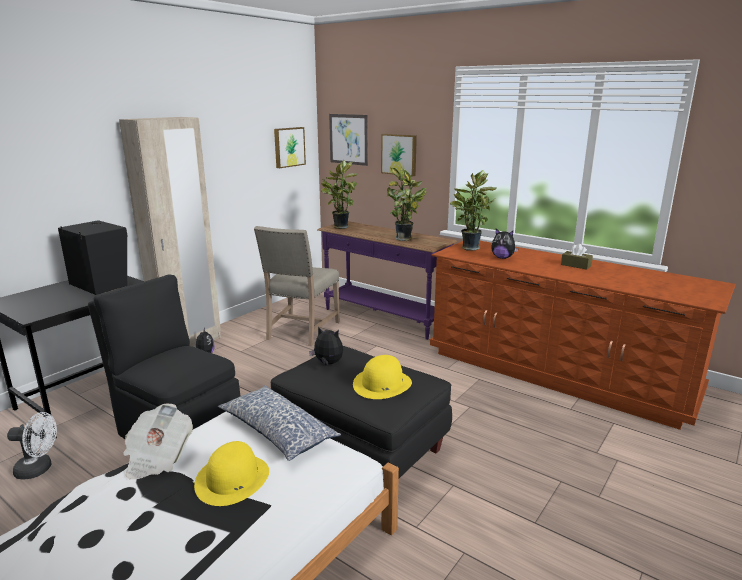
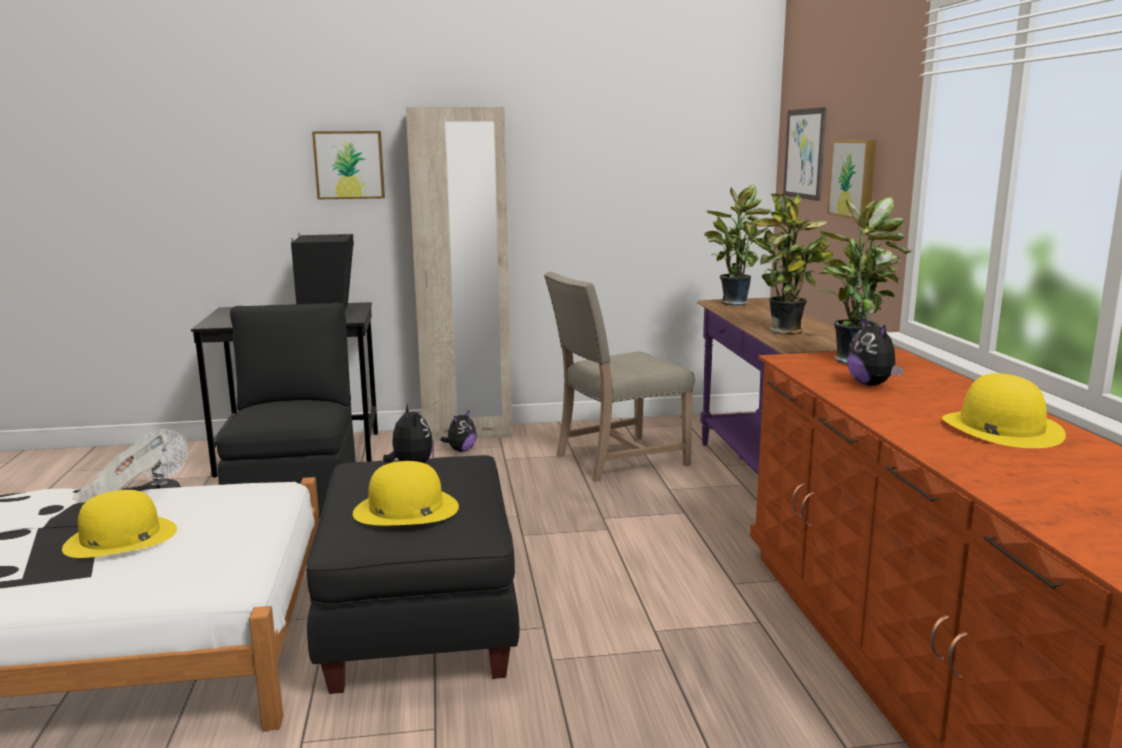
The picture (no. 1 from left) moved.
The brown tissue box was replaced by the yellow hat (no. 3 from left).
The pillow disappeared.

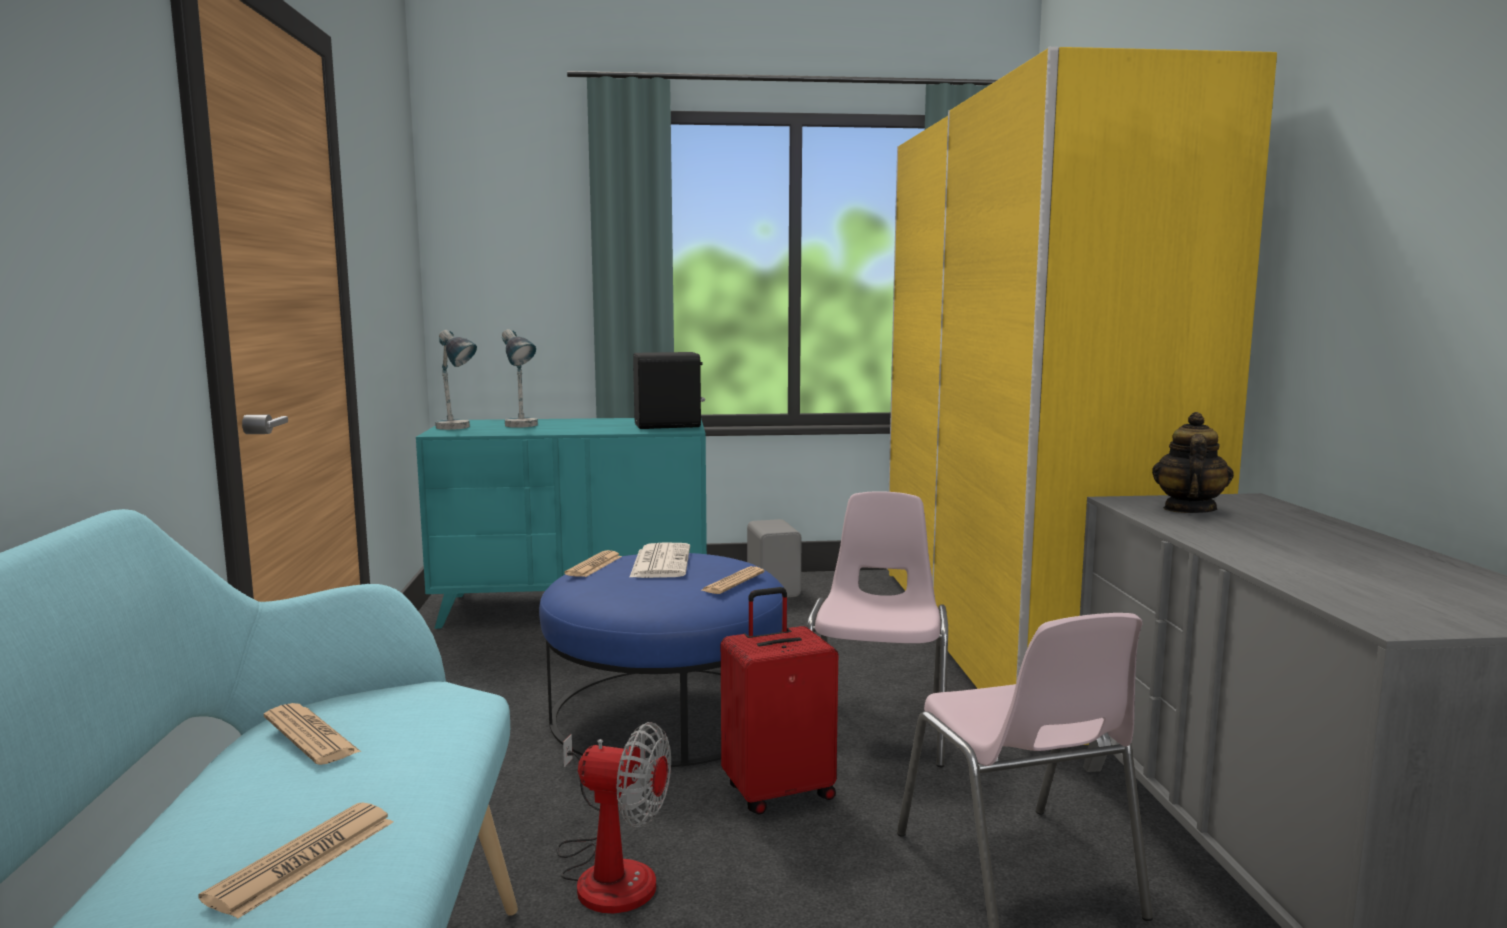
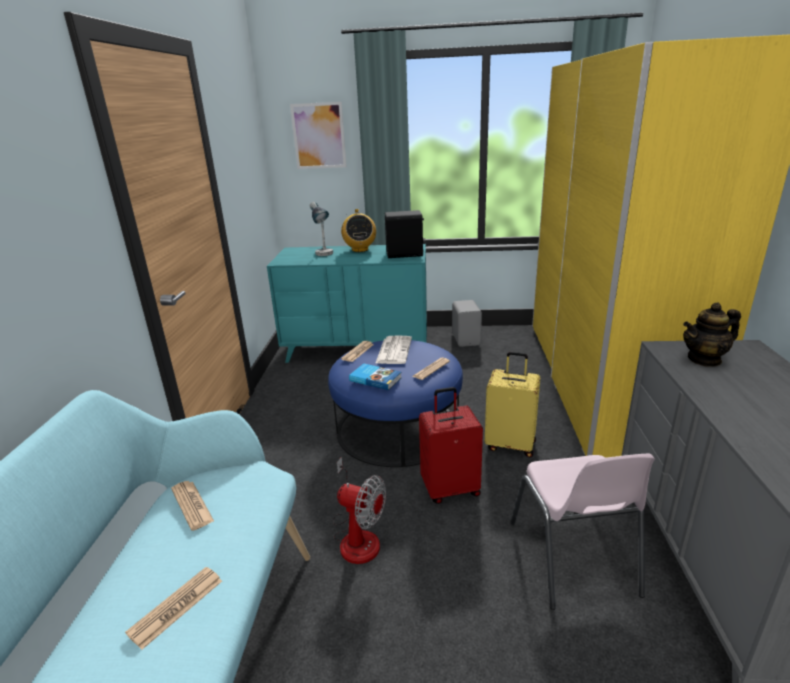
The picture appeared.
The radio appeared.
The book appeared.
The pink chair (no. 1 from left) was replaced by the yellow suitcase.
The teapot turned 135 degrees counterclockwise.
The table lamp (no. 1 from left) disappeared.

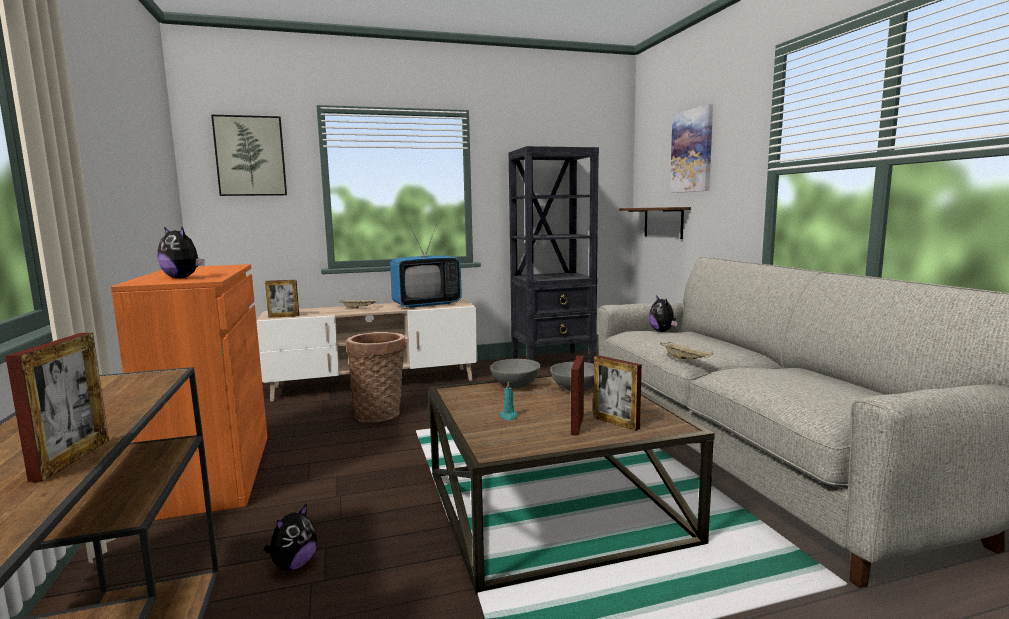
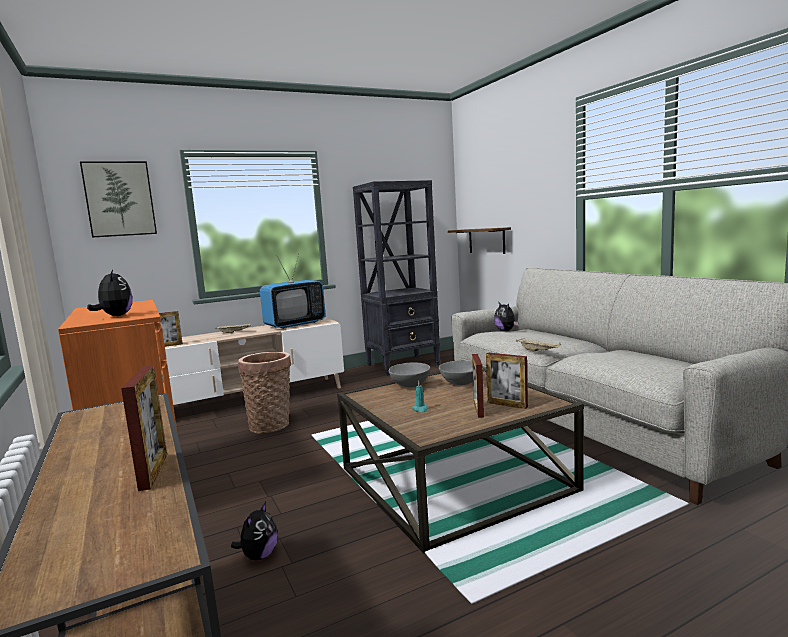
The plush toy (no. 1 from left) turned 135 degrees counterclockwise.
The picture (no. 2 from left) disappeared.

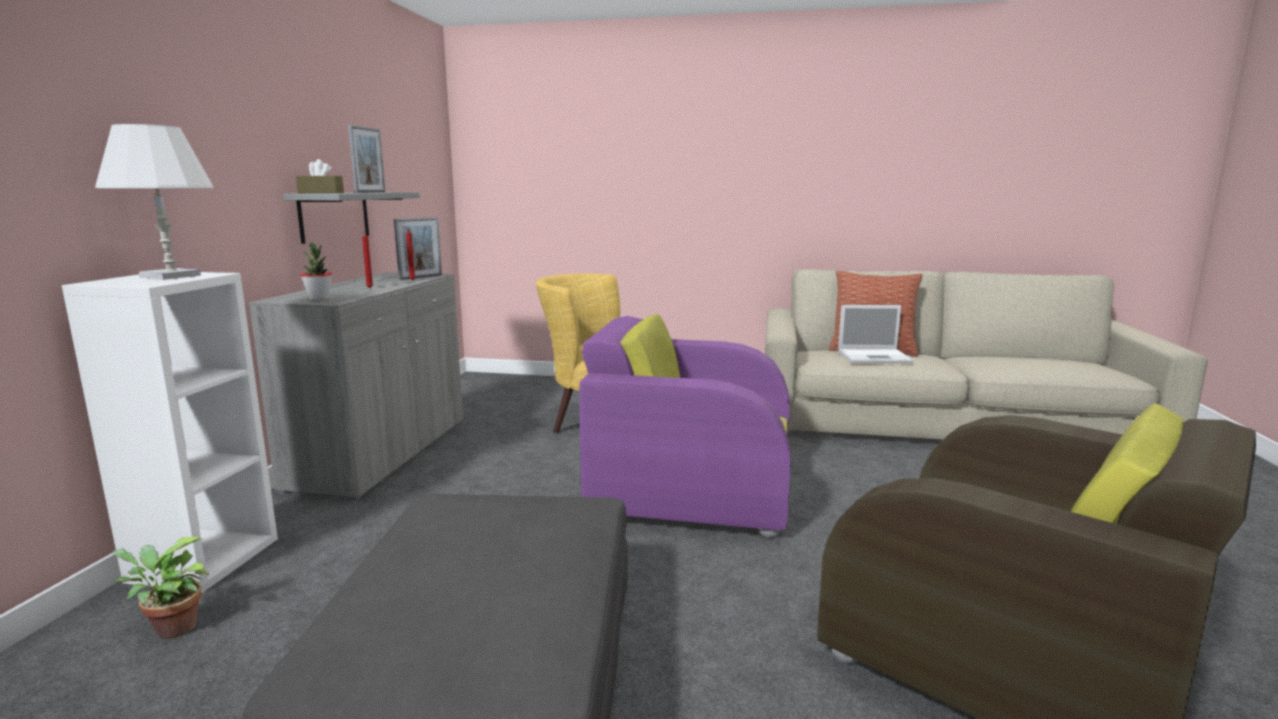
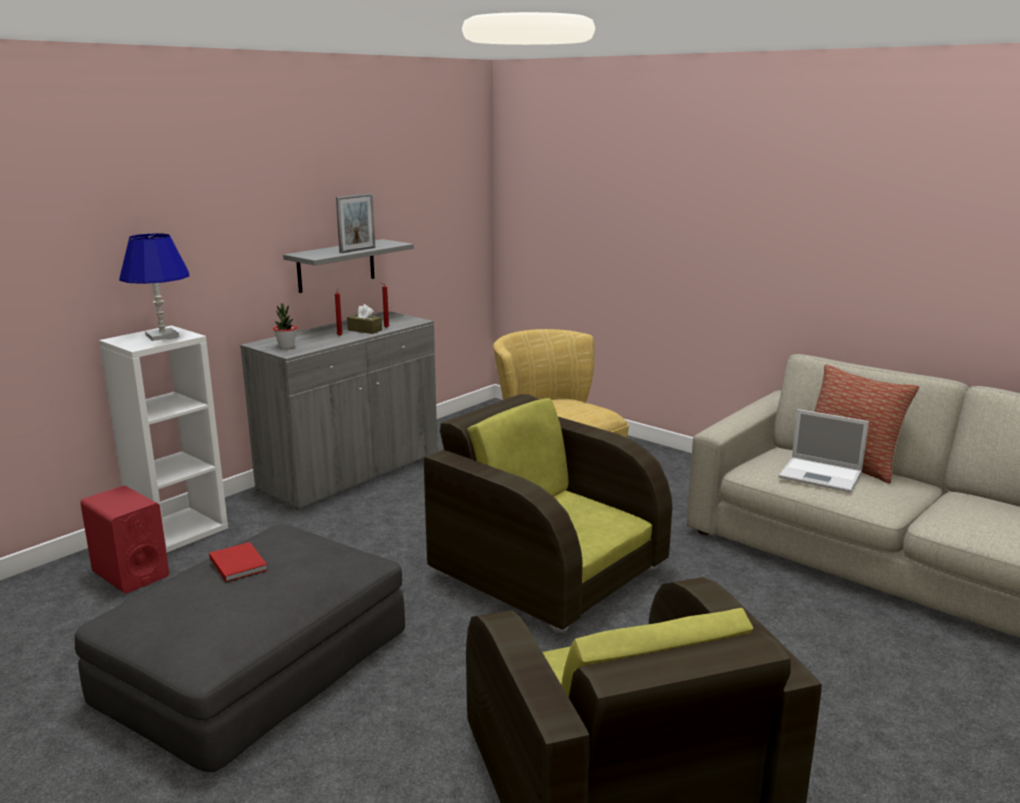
The potted plant (no. 1 from left) was replaced by the red speaker.
The white table lamp became the blue table lamp.
The red book appeared.
The brown tissue box moved.
The purple armchair became the brown armchair (no. 1 from left).
The picture frame (no. 2 from left) disappeared.

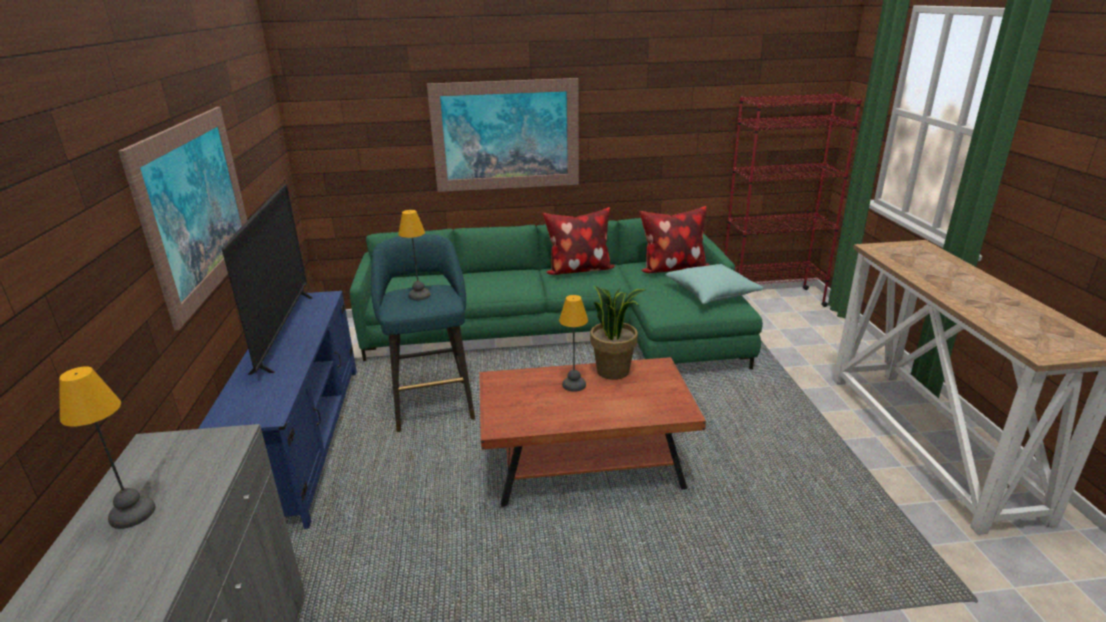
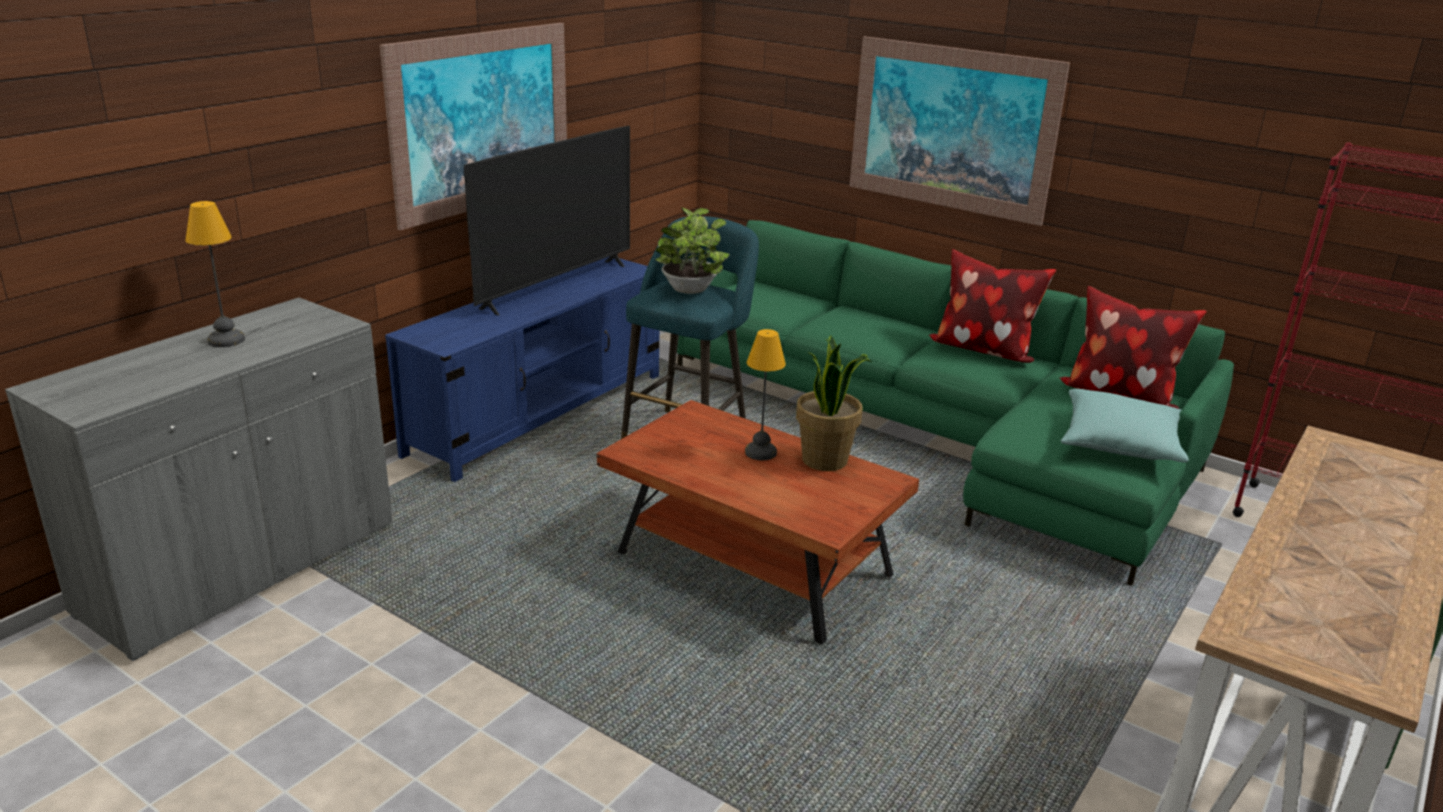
The table lamp (no. 2 from left) was replaced by the potted plant (no. 1 from left).

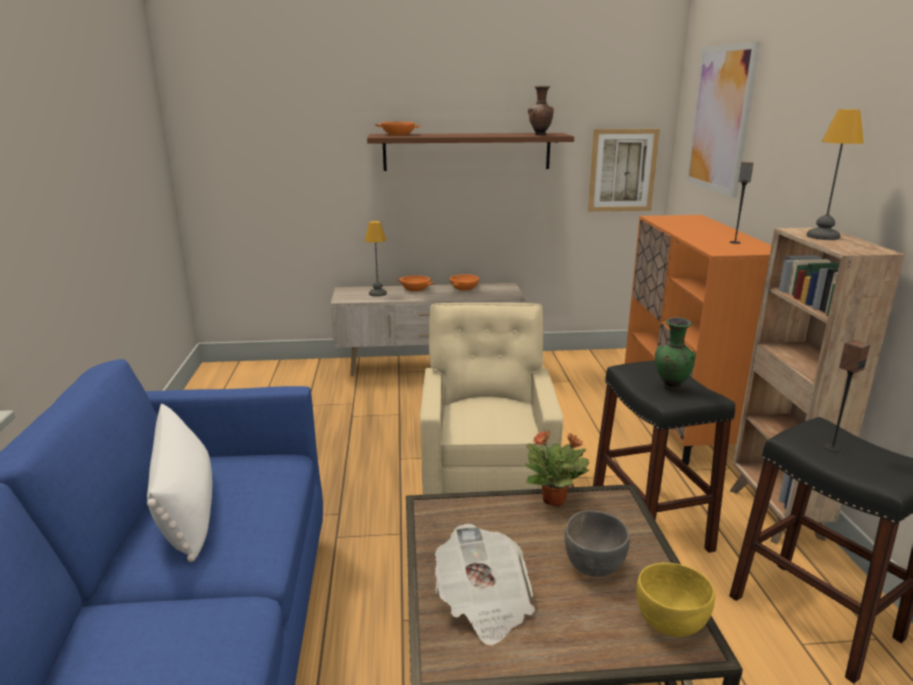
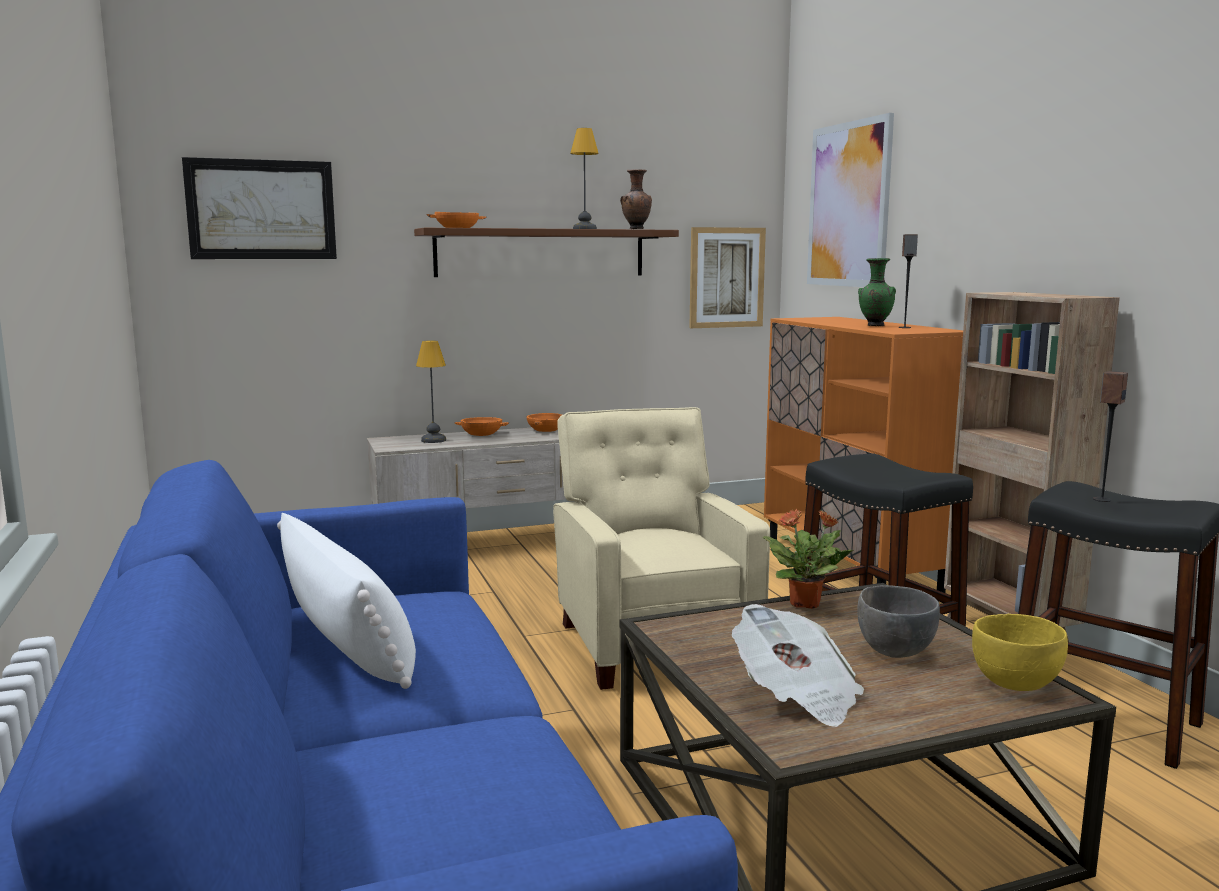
The picture (no. 1 from left) appeared.
The table lamp (no. 2 from left) moved.
The green vase moved.

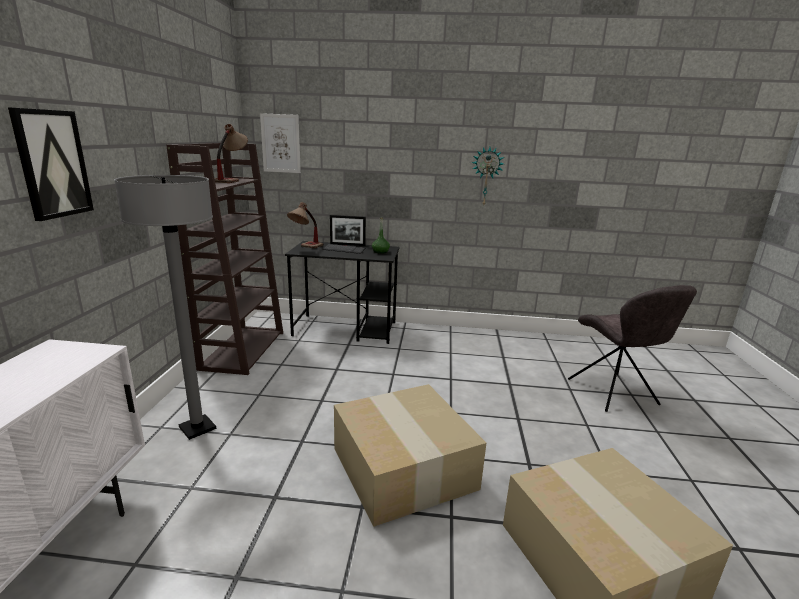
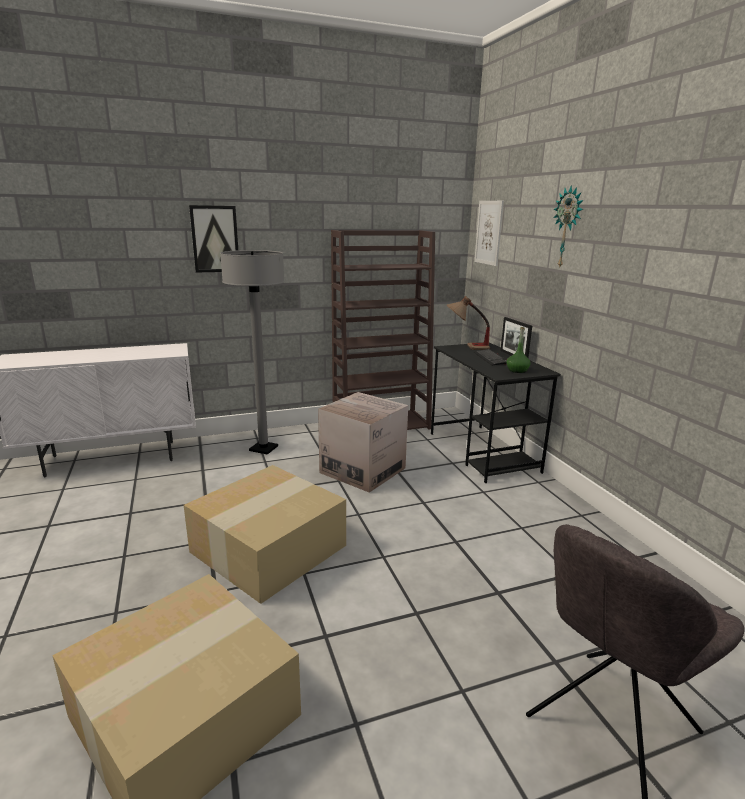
The cardboard box (no. 3 from left) appeared.
The wall clock moved.
The table lamp (no. 1 from left) disappeared.

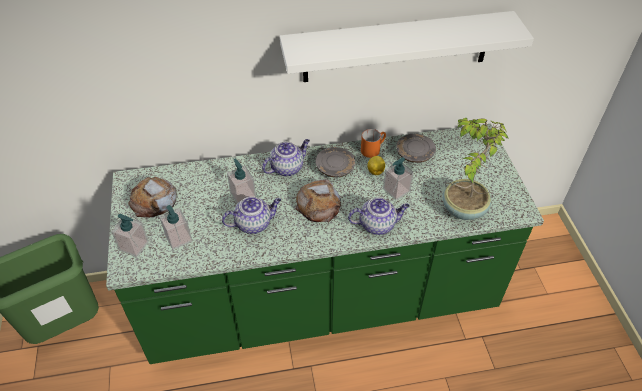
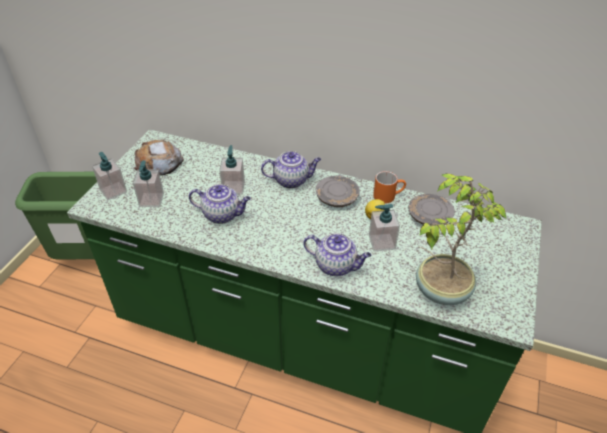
The white shelf disappeared.
The bread (no. 2 from left) disappeared.

